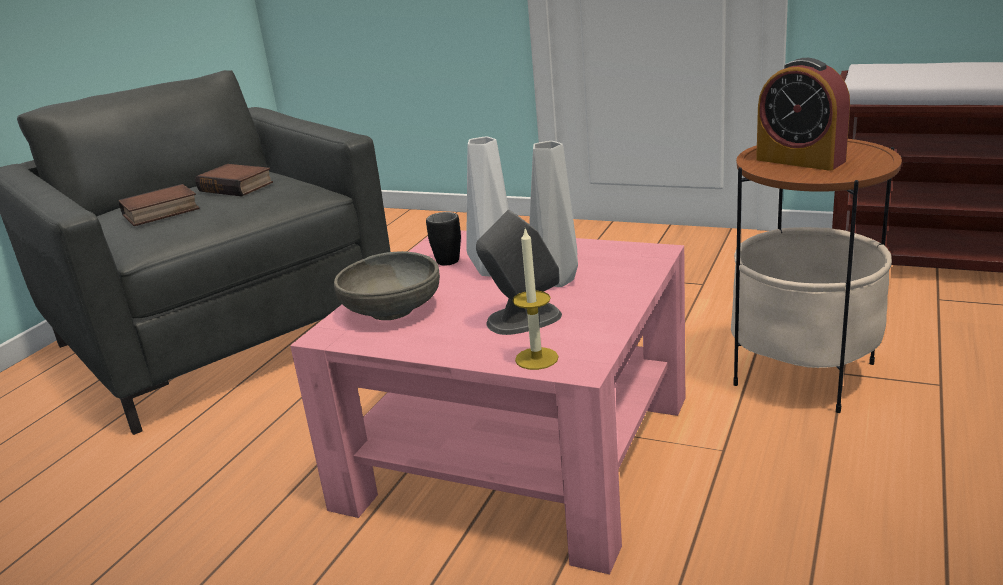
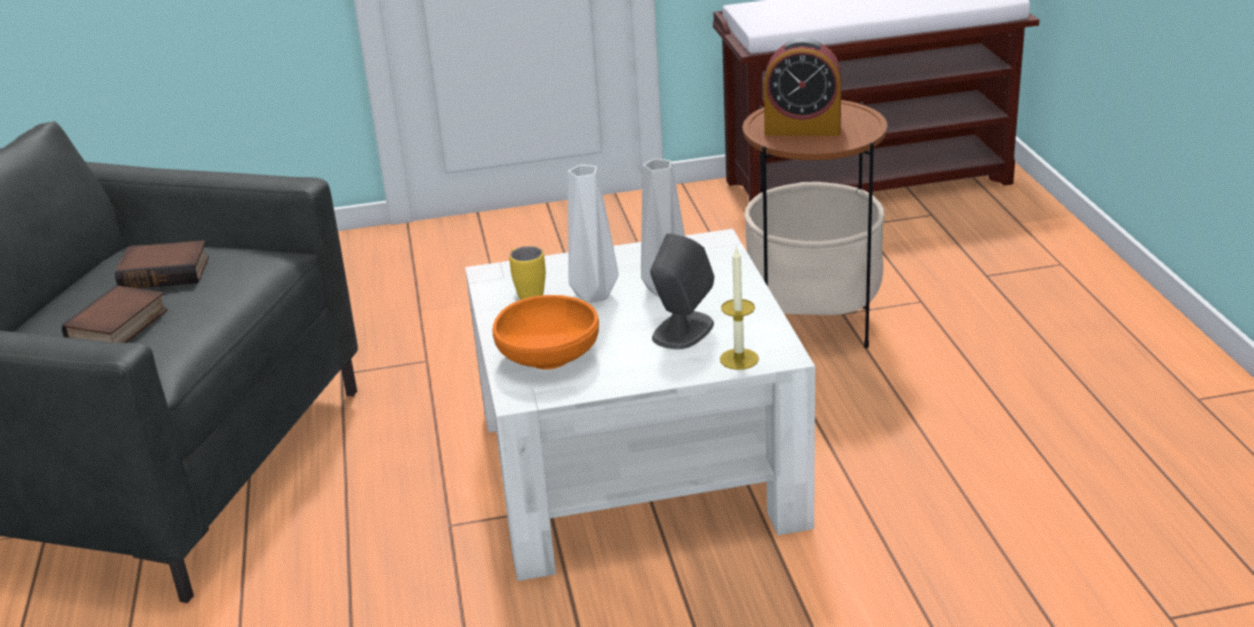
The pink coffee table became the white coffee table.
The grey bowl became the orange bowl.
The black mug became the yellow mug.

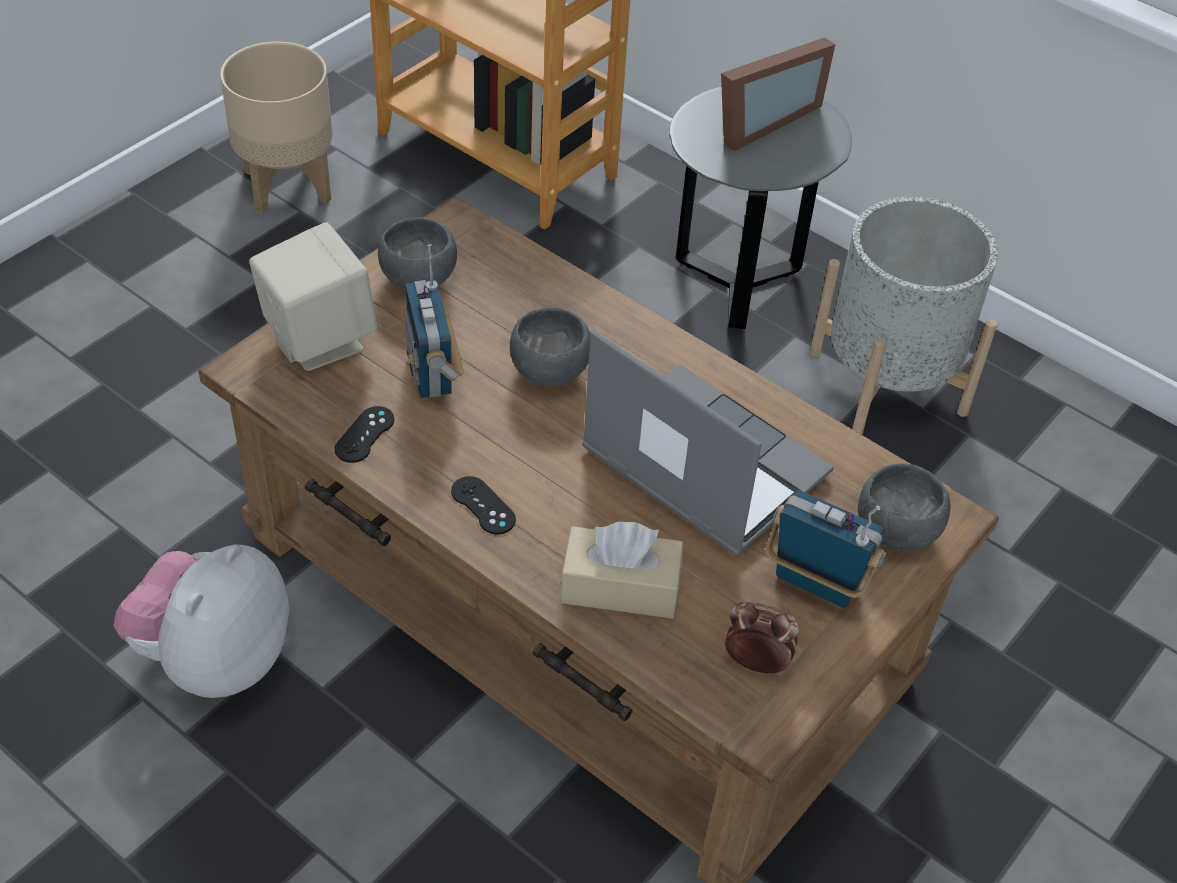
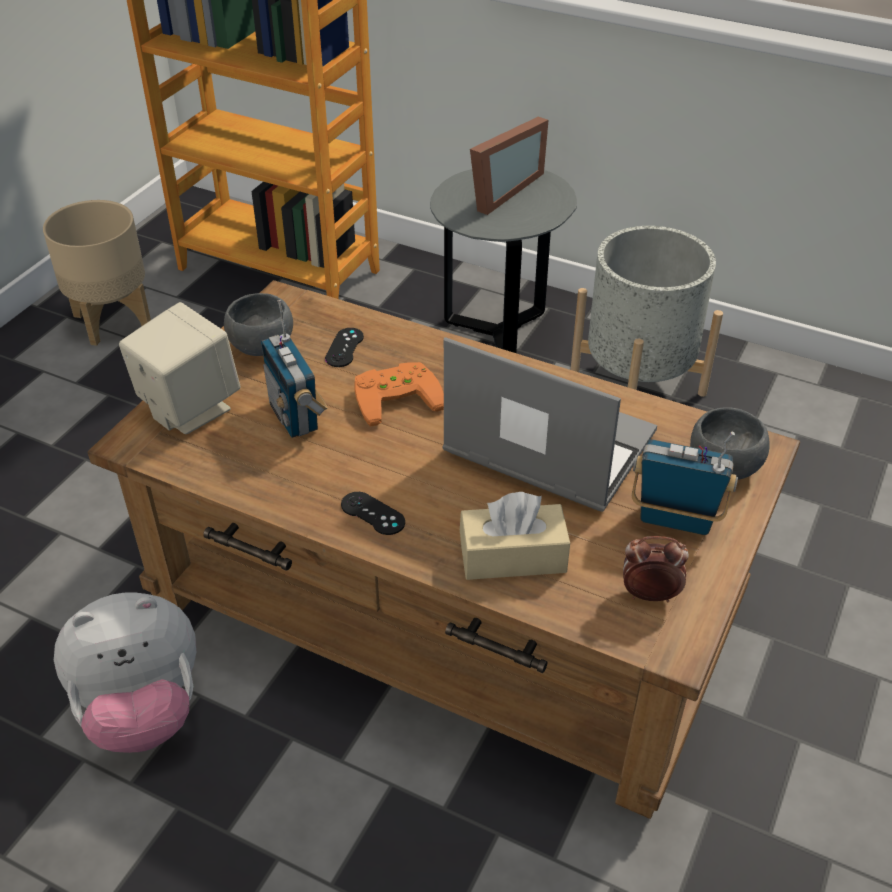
The plush toy turned 120 degrees counterclockwise.
The black game controller (no. 1 from left) moved.
The grey bowl (no. 2 from left) was replaced by the orange game controller.

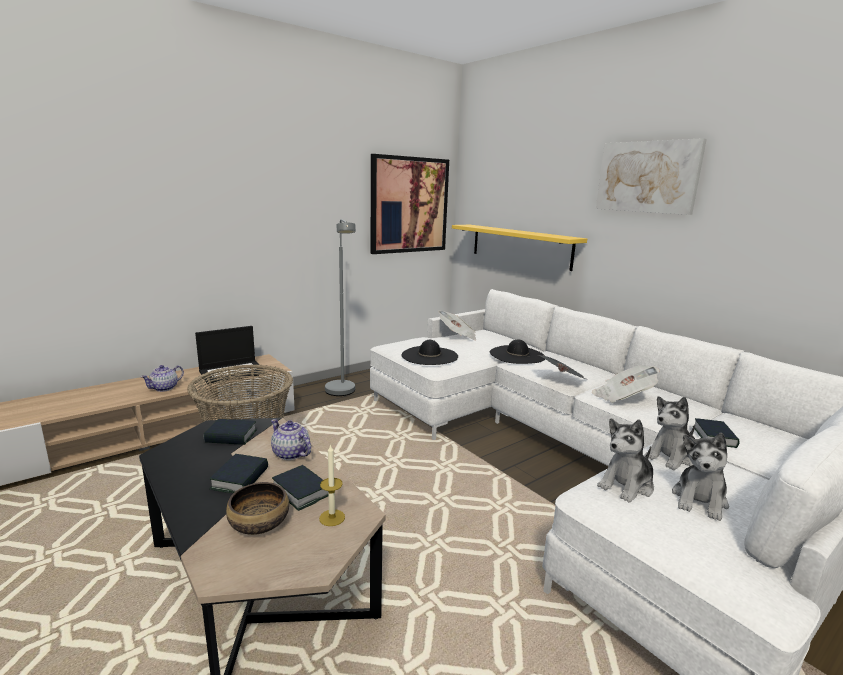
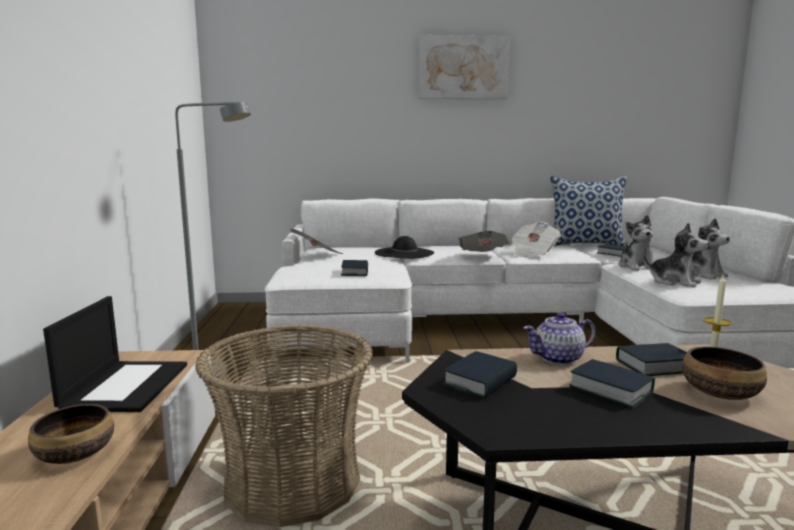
The teapot (no. 1 from left) was replaced by the bowl (no. 1 from left).
The black hat (no. 1 from left) was replaced by the book (no. 1 from left).
The pillow appeared.
The plush toy (no. 1 from left in the first image) turned 45 degrees counterclockwise.
The picture (no. 1 from left) disappeared.
The yellow shelf disappeared.

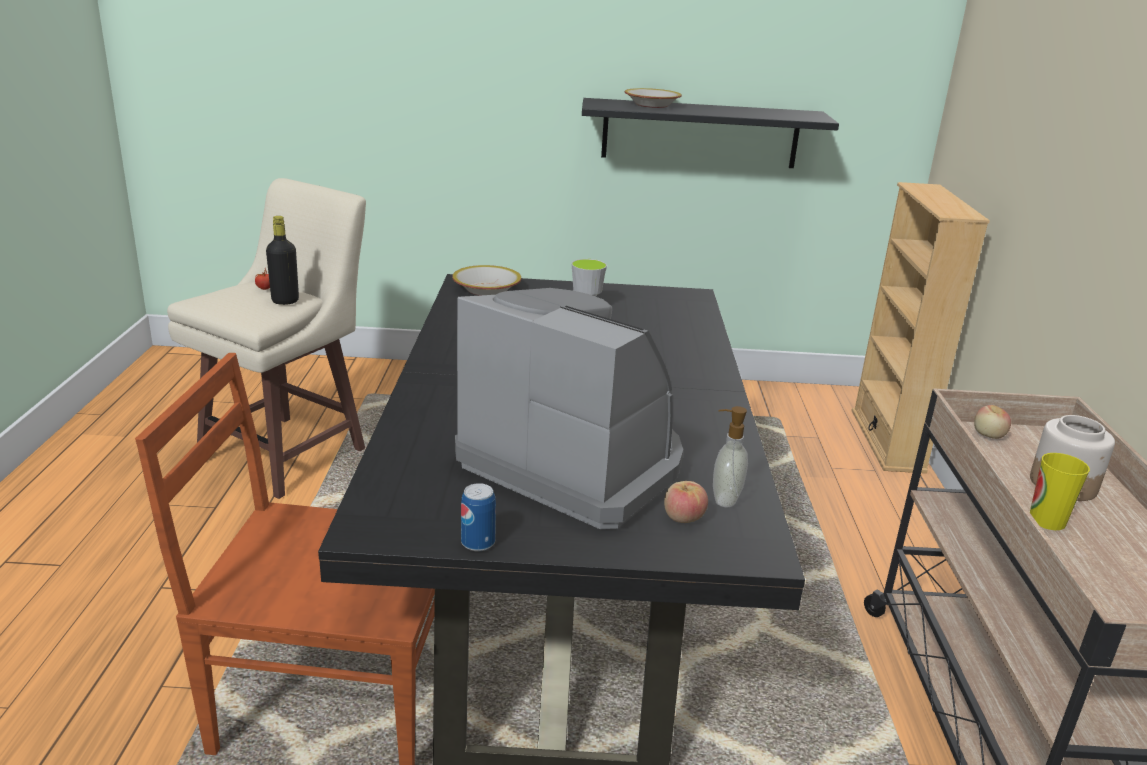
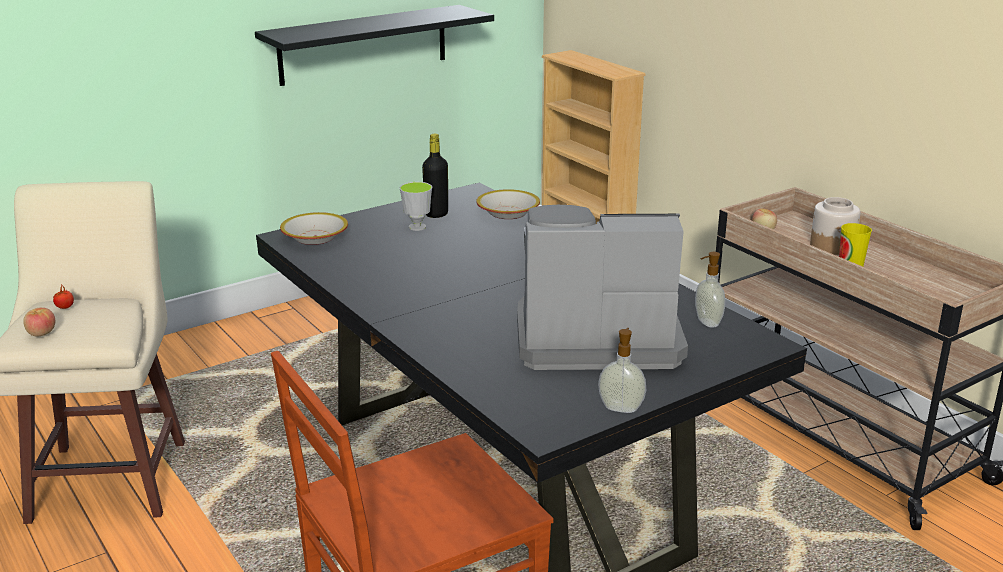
The apple (no. 1 from left) moved.
The black bottle moved.
The bowl (no. 2 from left) moved.
The can was replaced by the soap dispenser (no. 1 from left).

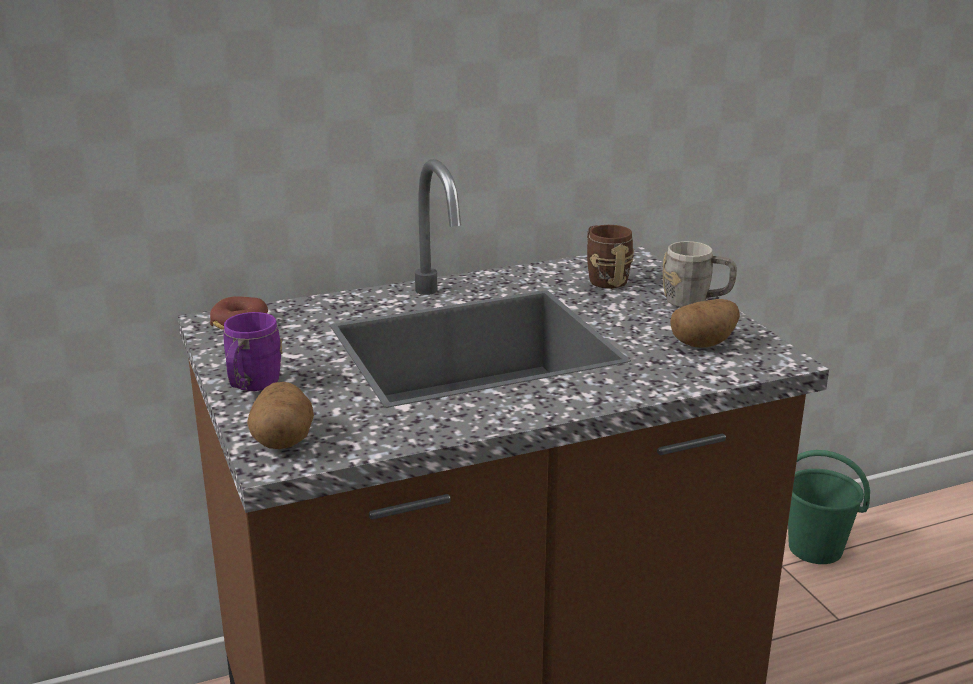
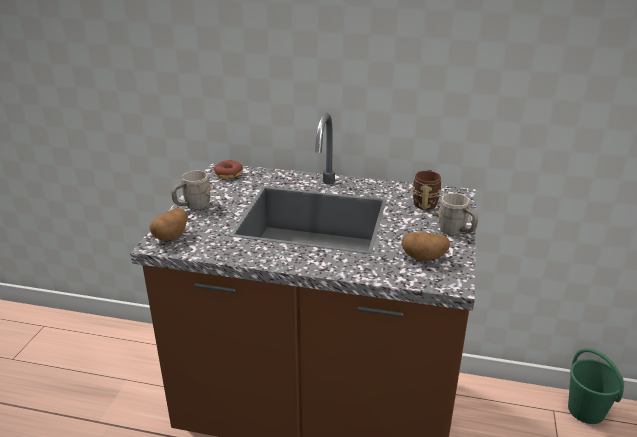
The purple mug became the grey mug (no. 1 from left).

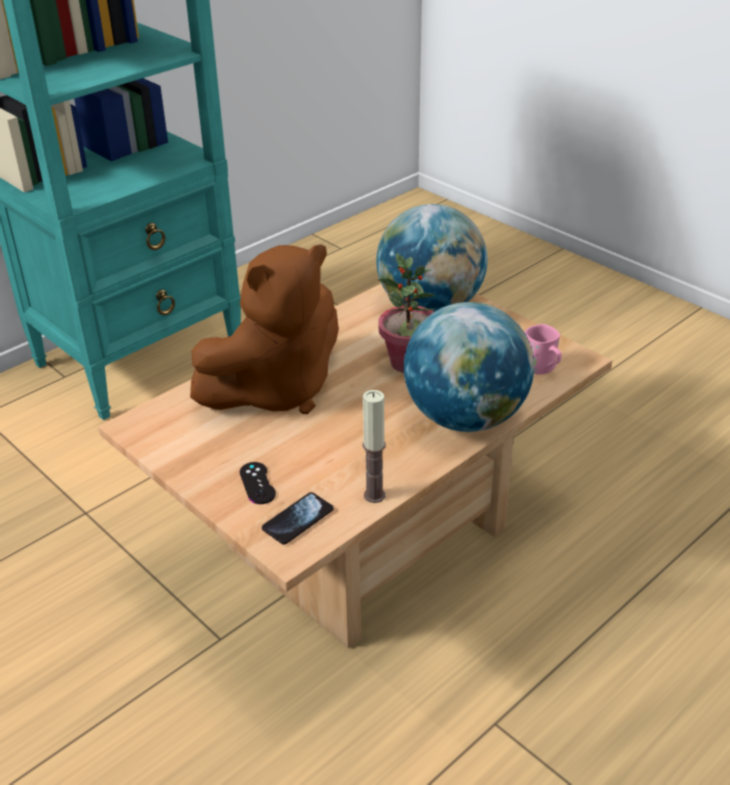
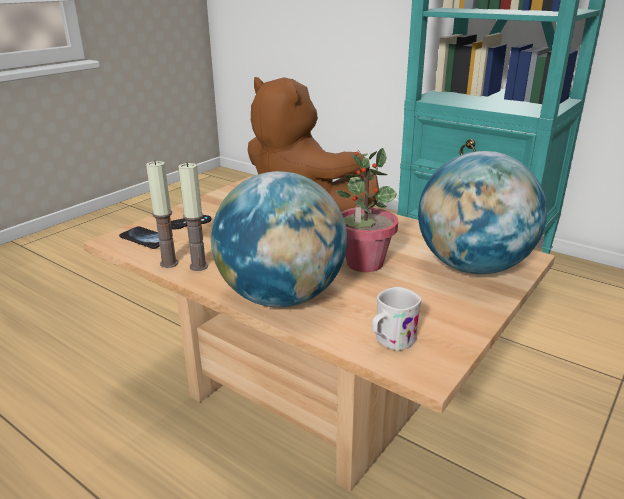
The candle (no. 2 from left) appeared.
The pink mug became the white mug.

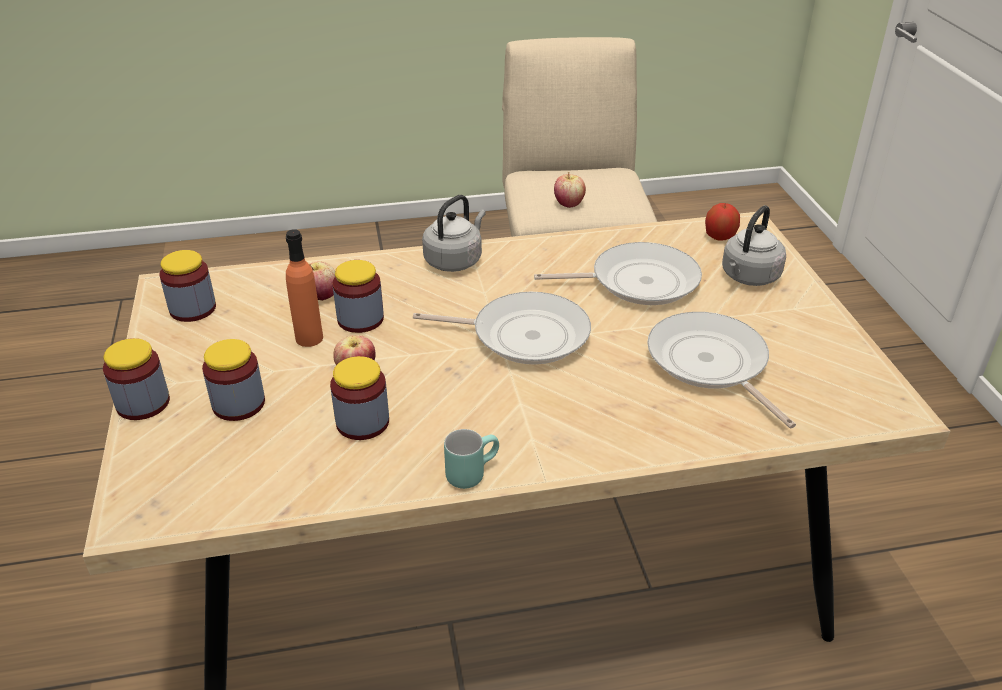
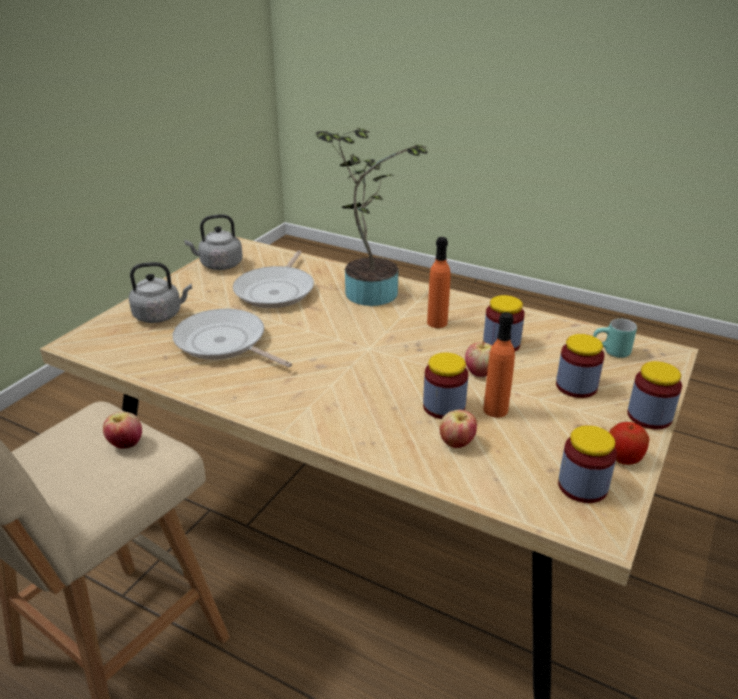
The grey kettle (no. 1 from left in the first image) moved.
The potted plant appeared.
The orange bottle (no. 1 from left) appeared.
The turquoise mug moved.
The apple (no. 4 from left) moved.
The frying pan (no. 1 from left) disappeared.

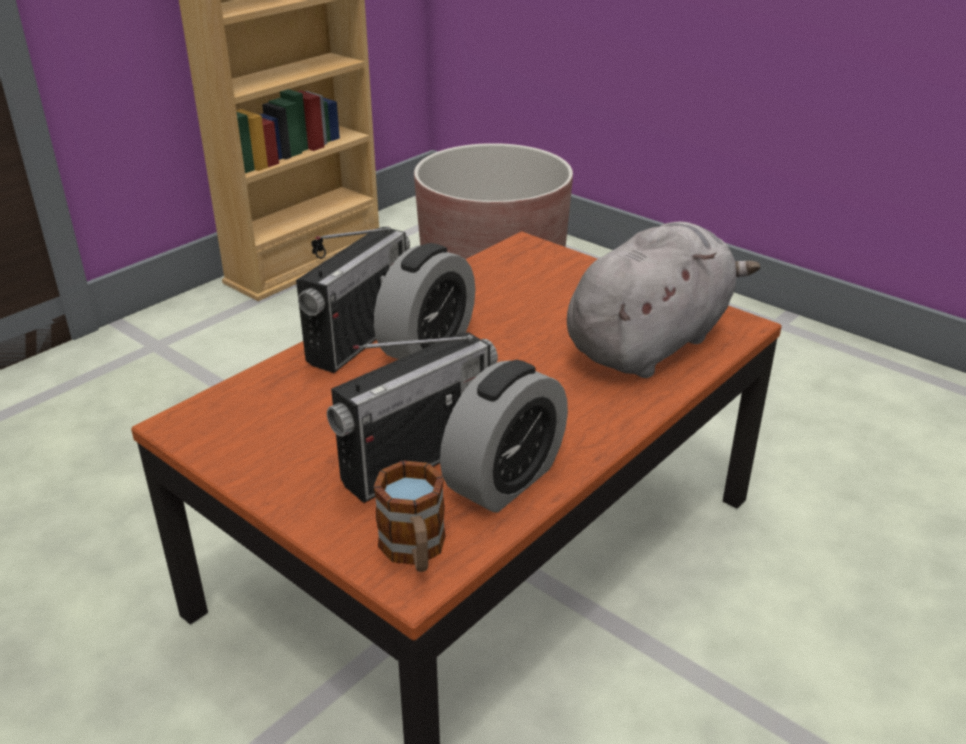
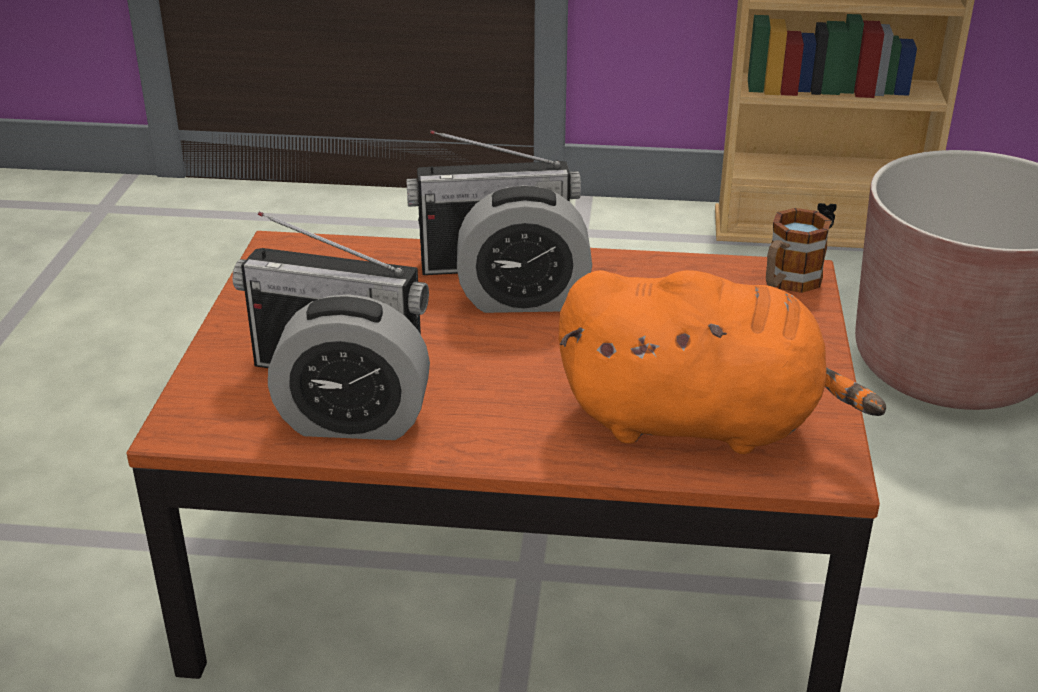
The grey plush toy became the orange plush toy.
The mug moved.

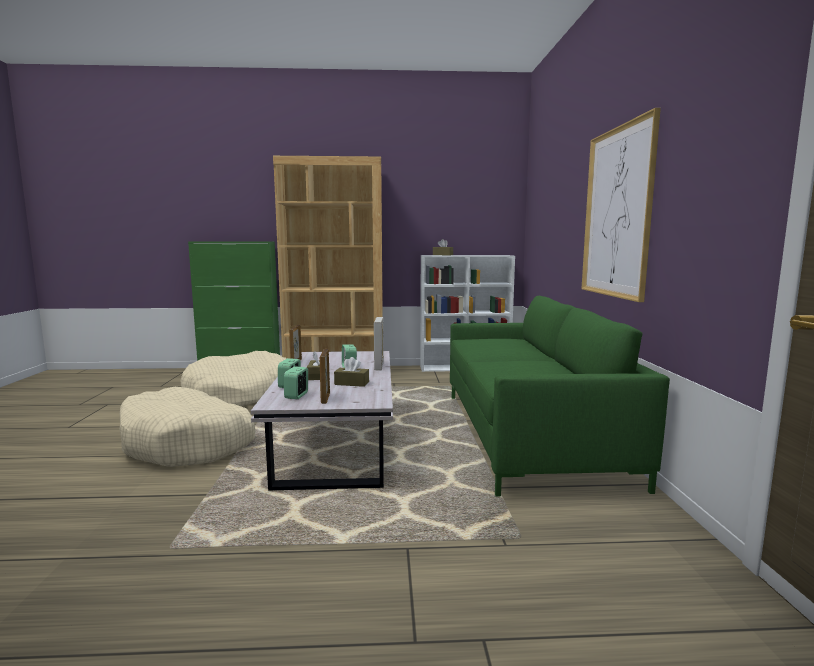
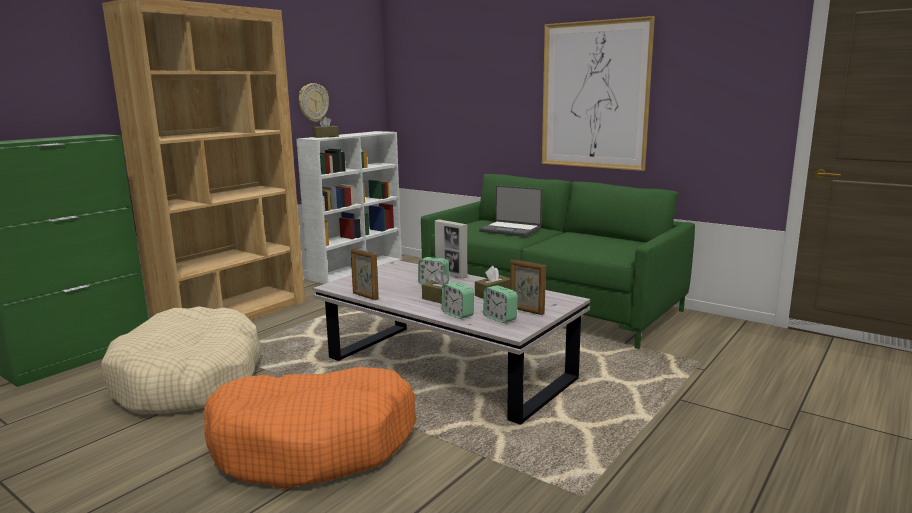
The beige dog bed (no. 1 from left) became the orange dog bed.
The wall clock appeared.
The laptop appeared.

